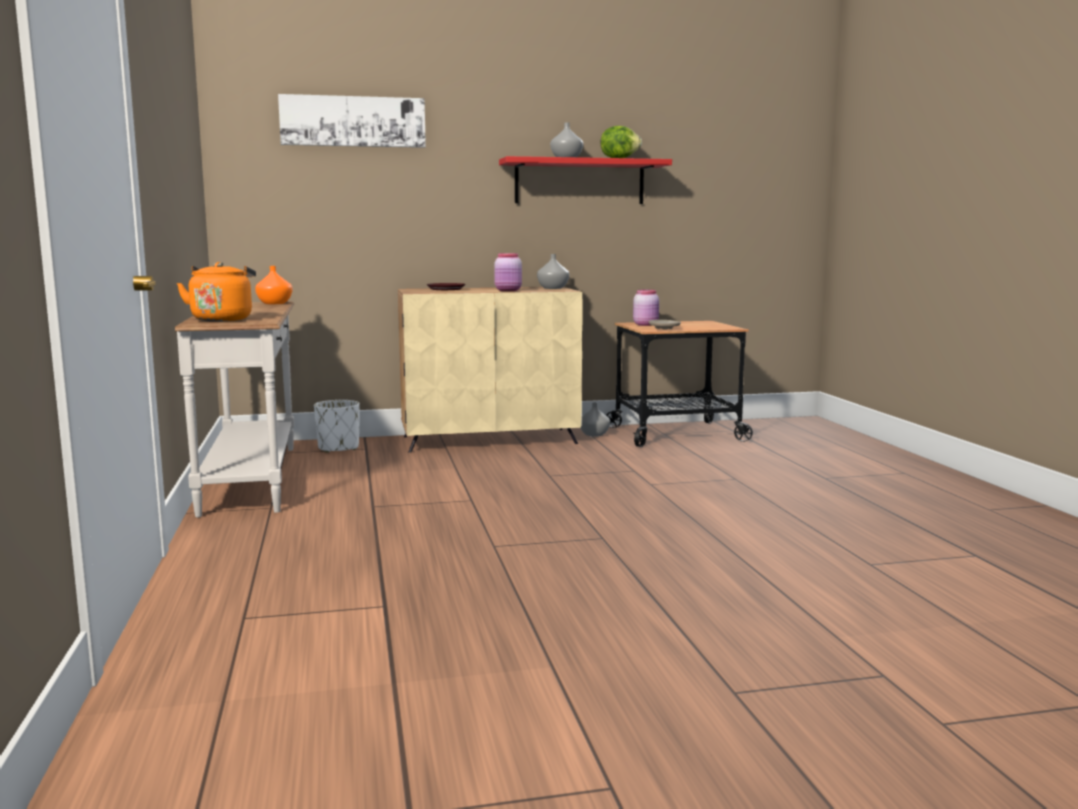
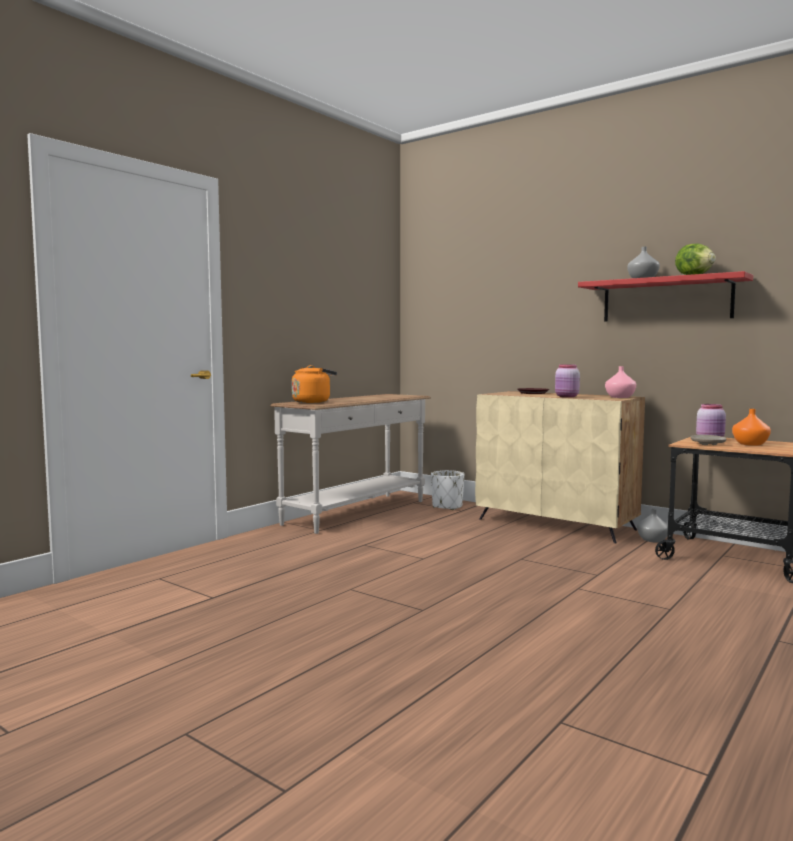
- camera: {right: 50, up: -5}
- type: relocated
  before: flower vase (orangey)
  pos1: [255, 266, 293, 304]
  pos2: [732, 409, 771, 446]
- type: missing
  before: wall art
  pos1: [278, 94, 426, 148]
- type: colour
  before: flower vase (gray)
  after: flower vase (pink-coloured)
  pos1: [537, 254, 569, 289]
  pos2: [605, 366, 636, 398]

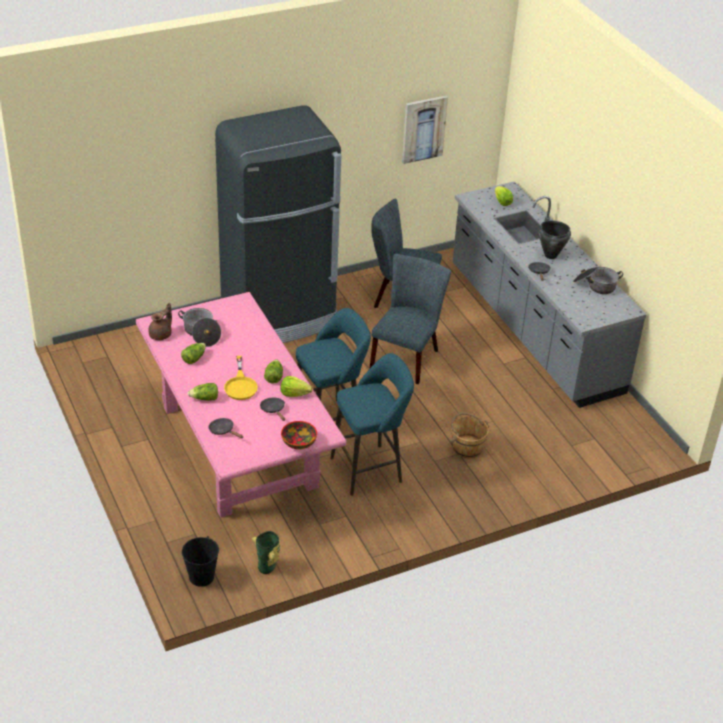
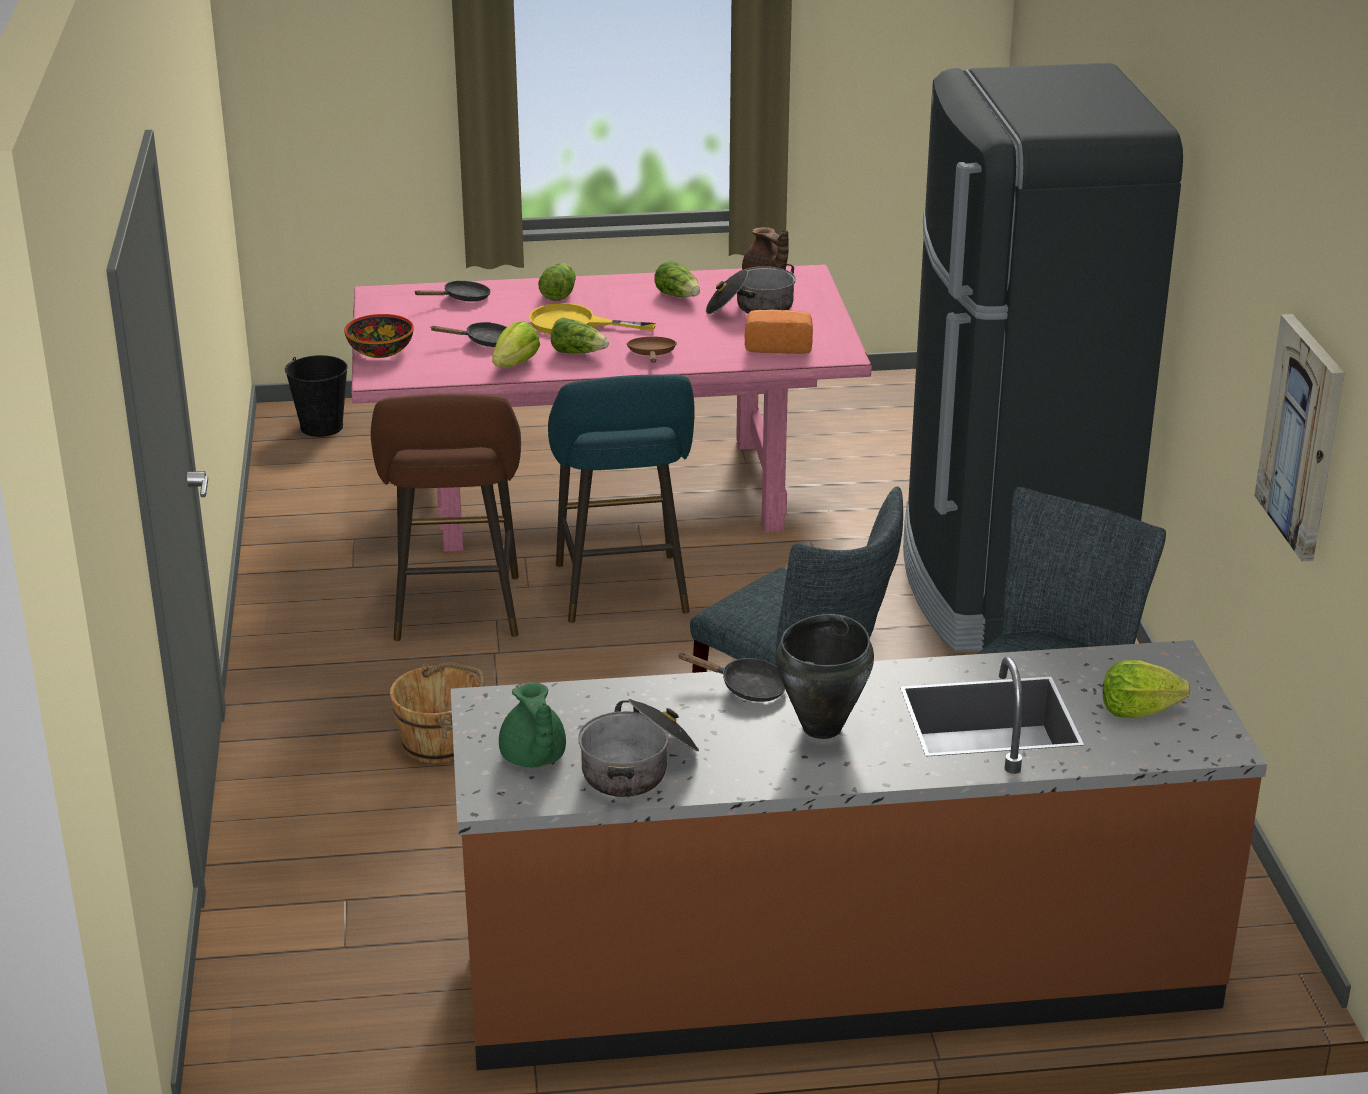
- camera: {right: 110, up: -10}
- type: missing
  before: flower vase
  pos1: [252, 531, 280, 574]
- type: colour
  before: sitting stool (turquoise-coloured)
  after: sitting stool (brown)
  pos1: [330, 353, 414, 496]
  pos2: [371, 394, 521, 641]
- type: colour
  before: counter (gray)
  after: counter (brown)
  pos1: [453, 181, 647, 408]
  pos2: [451, 640, 1267, 1070]
- type: appeared
  after: tea pot (green-coloured)
  pos2: [499, 682, 566, 767]
- type: appeared
  after: skillet (brown)
  pos2: [626, 337, 677, 363]
- type: appeared
  after: baked bread
  pos2: [745, 310, 813, 354]

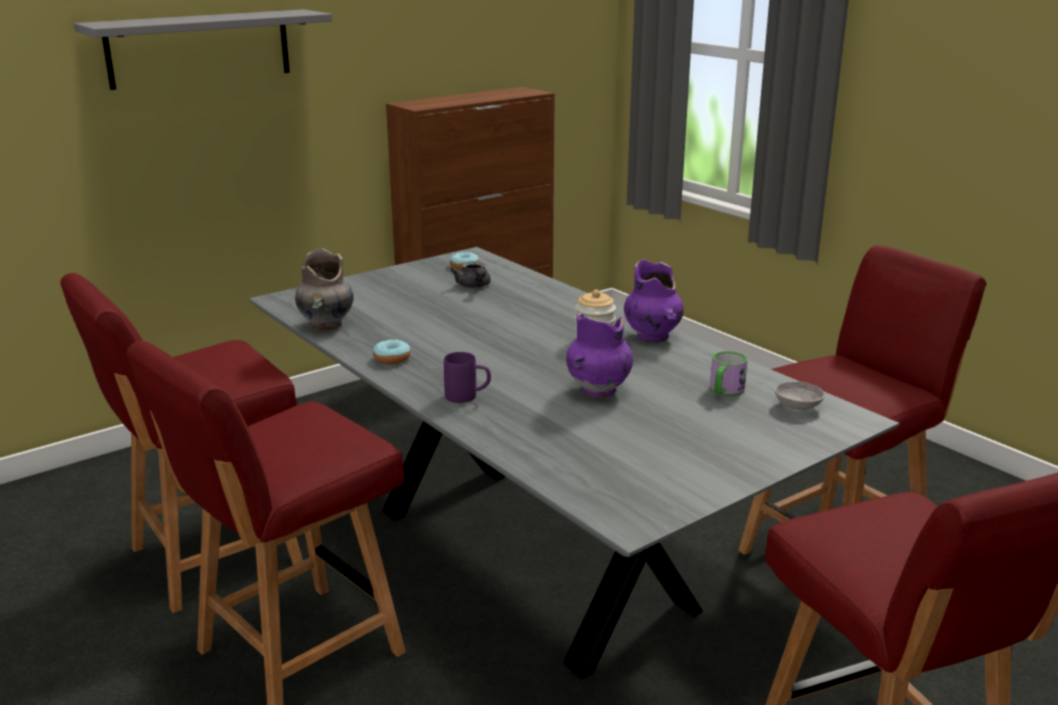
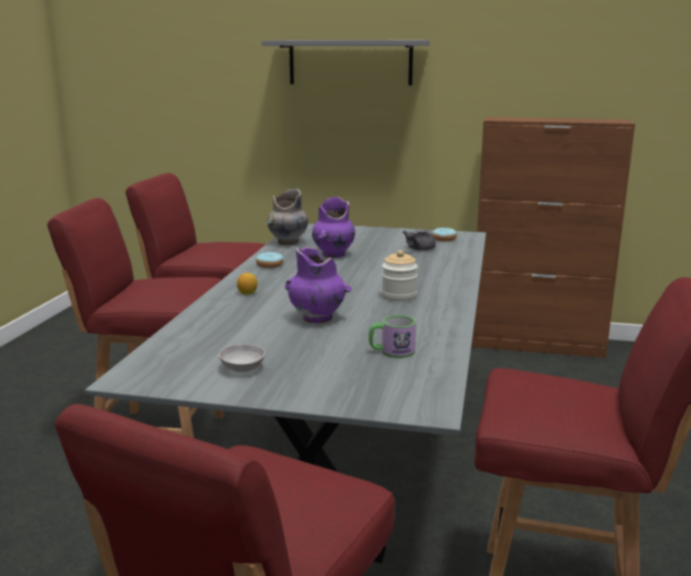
- camera: {right: 50, up: -5}
- type: exchanged
  before: mug (purple)
  after: whole lemon
  pos1: [444, 352, 491, 403]
  pos2: [237, 273, 257, 295]
- type: relocated
  before: flower vase (purple)
  pos1: [624, 259, 684, 343]
  pos2: [312, 197, 355, 258]
- type: relocated
  before: serving bowl (gray)
  pos1: [775, 382, 825, 410]
  pos2: [219, 344, 265, 372]

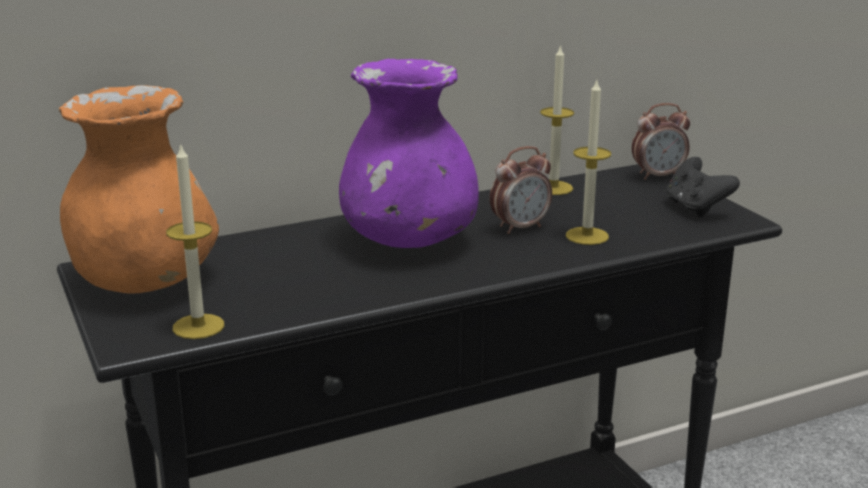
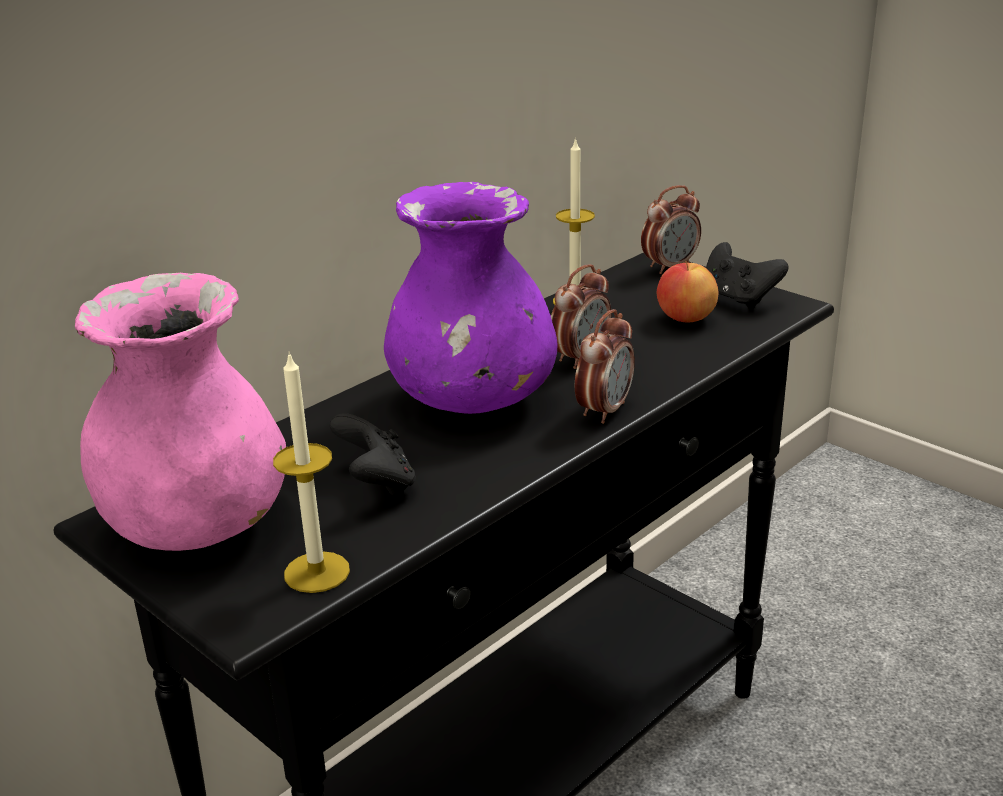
- camera: {right: -20, up: 5}
- type: colour
  before: flower vase (orangey)
  after: flower vase (pink-coloured)
  pos1: [59, 85, 219, 293]
  pos2: [75, 273, 286, 551]
- type: missing
  before: wax candle
  pos1: [566, 80, 611, 245]
- type: appeared
  after: gamepad (black-coloured)
  pos2: [330, 413, 416, 497]
- type: appeared
  after: alarm clock
  pos2: [575, 309, 635, 424]
- type: appeared
  after: whole apple
  pos2: [657, 260, 718, 323]

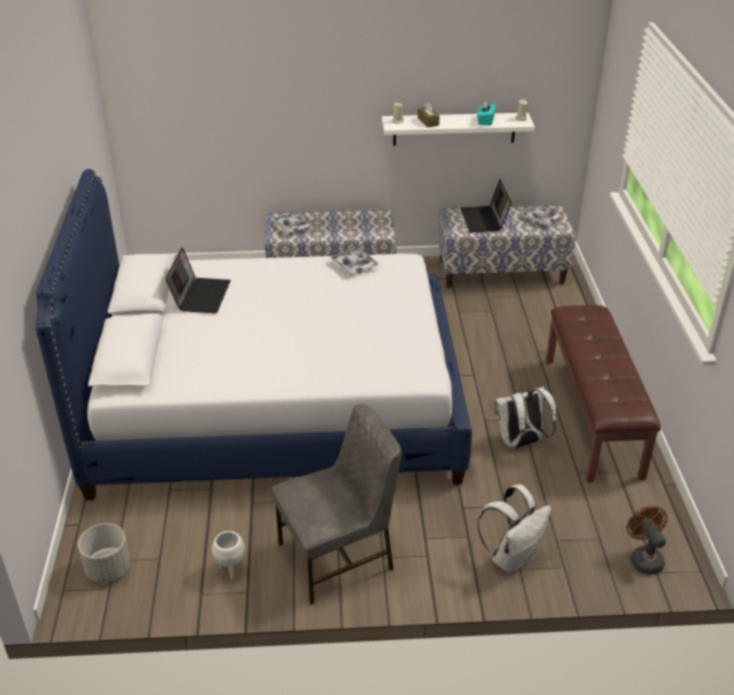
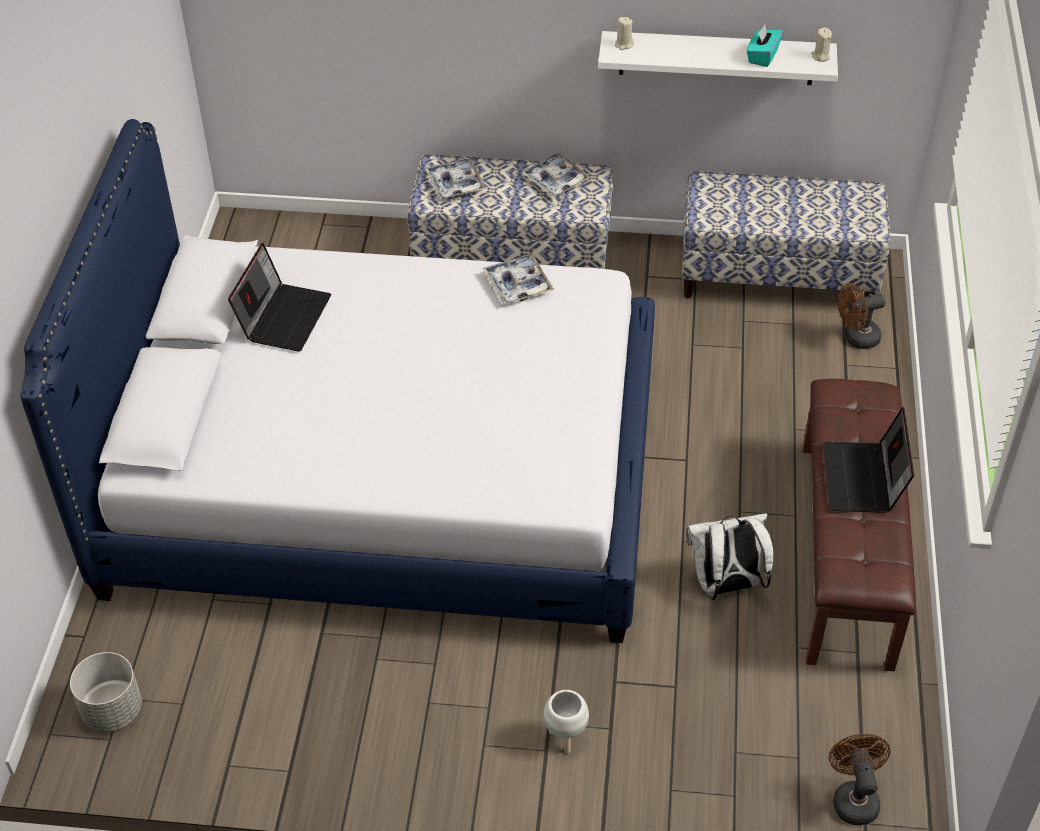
- camera: {right: 10, up: 10}
- type: relocated
  before: flower pot (whitish)
  pos1: [212, 531, 245, 580]
  pos2: [544, 690, 589, 754]
- type: missing
  before: upright chair (gray)
  pos1: [271, 404, 401, 605]
- type: missing
  before: tissue box (brown)
  pos1: [418, 102, 440, 128]
- type: relocated
  before: portable computer
  pos1: [460, 179, 511, 232]
  pos2: [823, 407, 914, 513]
- type: missing
  before: rucksack (whitish)
  pos1: [477, 484, 551, 573]
- type: relocated
  before: tray
  pos1: [521, 203, 565, 226]
  pos2: [521, 153, 591, 197]
- type: appeared
  after: fan (brown)
  pos2: [838, 283, 886, 349]

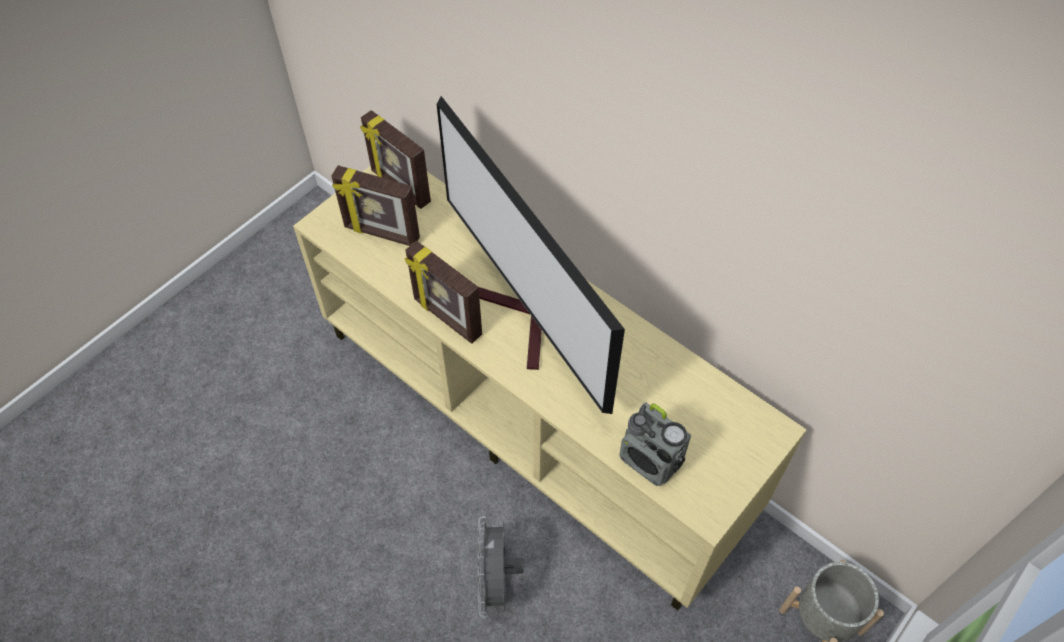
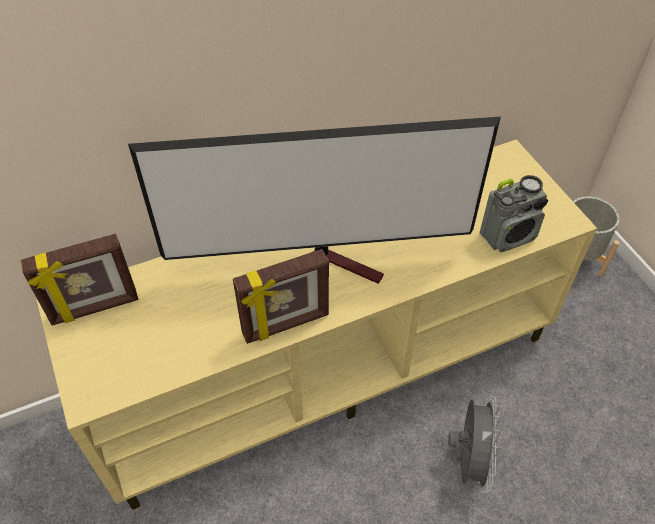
- camera: {right: -65, up: -5}
- type: missing
  before: picture frame
  pos1: [331, 165, 420, 246]
- type: spun
  before: fan (gray)
  pos1: [477, 516, 524, 618]
  pos2: [448, 396, 500, 493]
  turn: -105

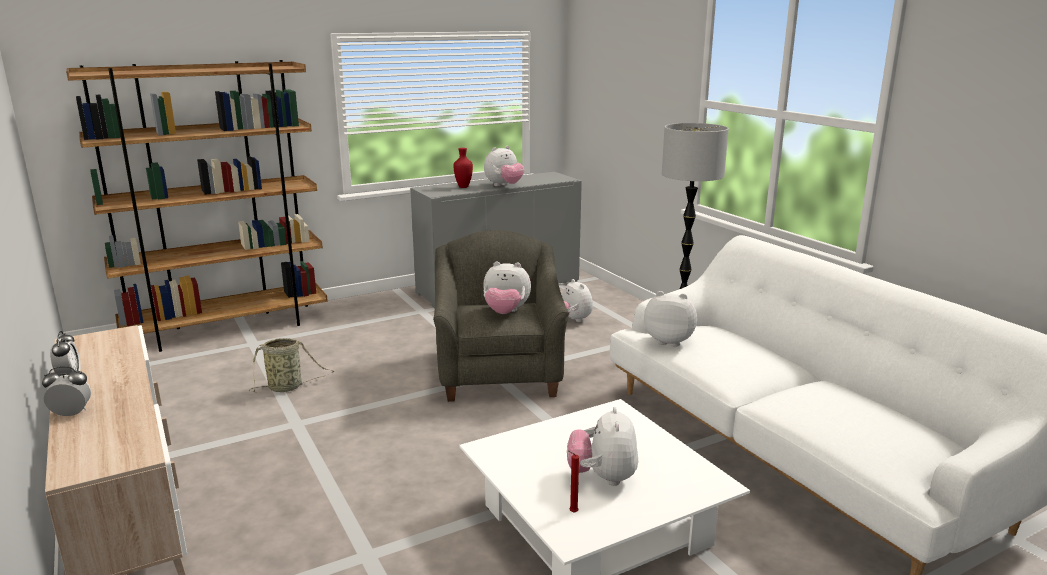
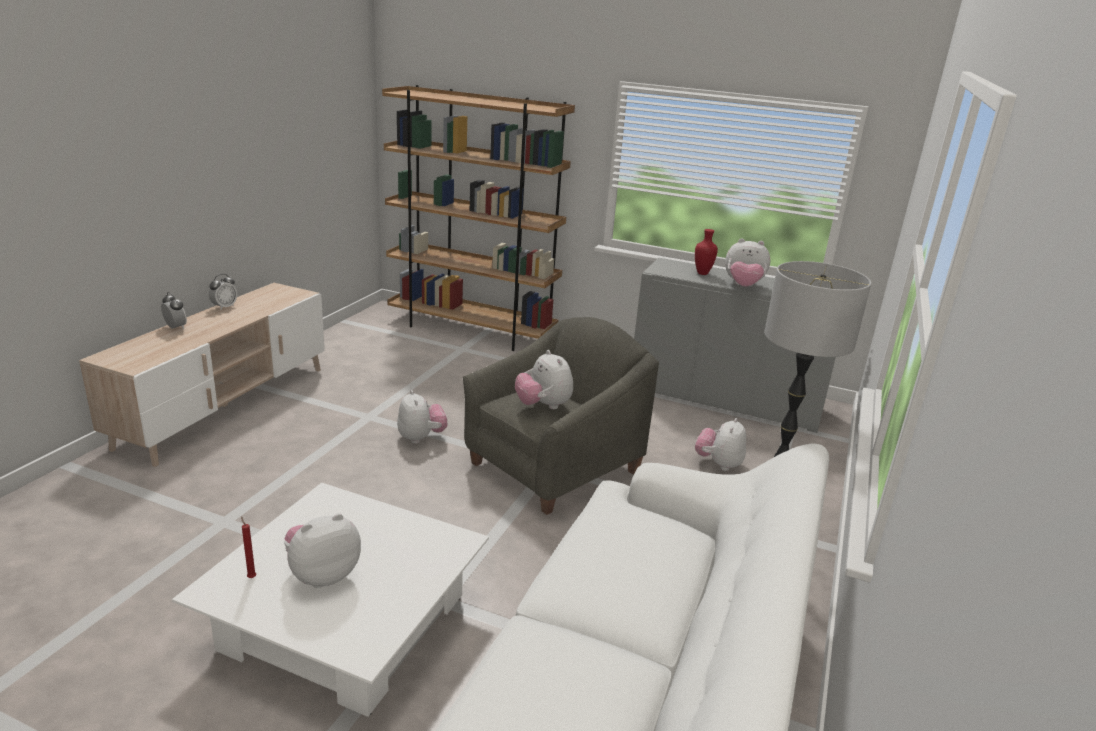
- camera: {right: 50, up: 5}
- type: missing
  before: household basket
  pos1: [249, 338, 335, 393]
- type: relocated
  before: plush toy
  pos1: [644, 291, 697, 347]
  pos2: [397, 390, 448, 444]

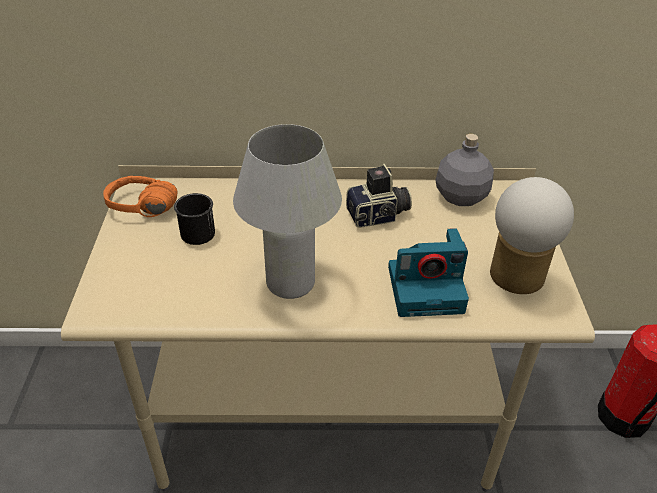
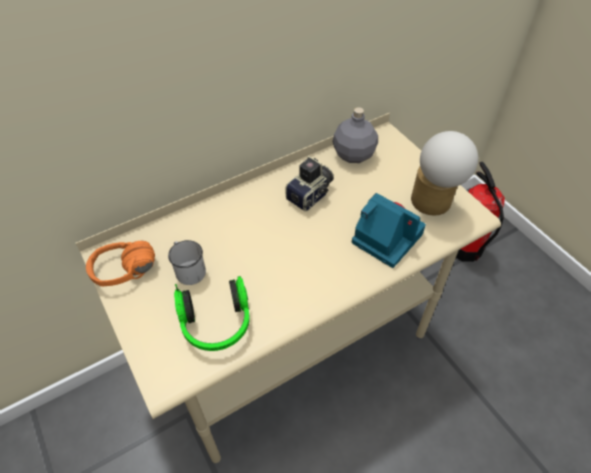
- camera: {right: -30, up: 10}
- type: colour
  before: mug (black-coloured)
  after: mug (whitish)
  pos1: [174, 193, 215, 245]
  pos2: [168, 240, 206, 285]
- type: missing
  before: tabletop lamp (whitish)
  pos1: [233, 124, 342, 299]
- type: spun
  before: photo camera
  pos1: [388, 228, 469, 317]
  pos2: [352, 193, 426, 268]
  turn: -105
- type: appeared
  after: headset
  pos2: [174, 276, 250, 351]

